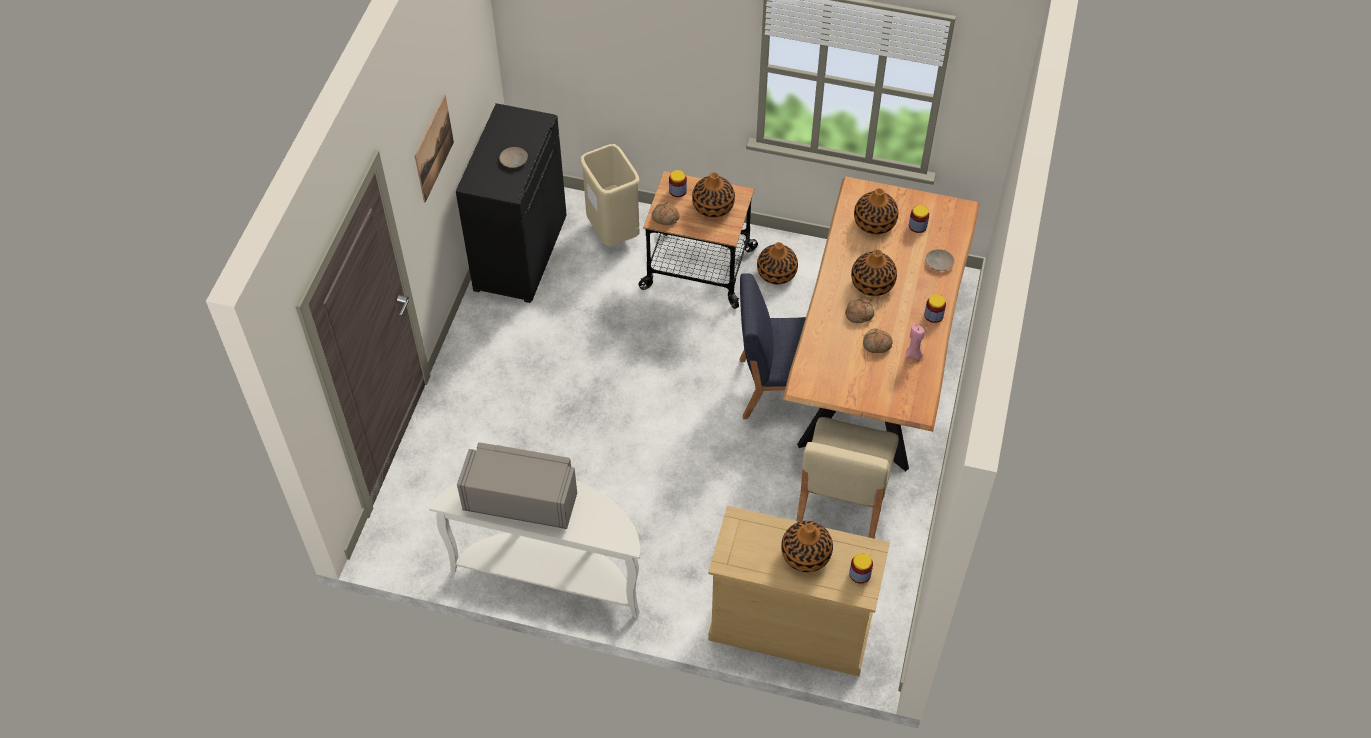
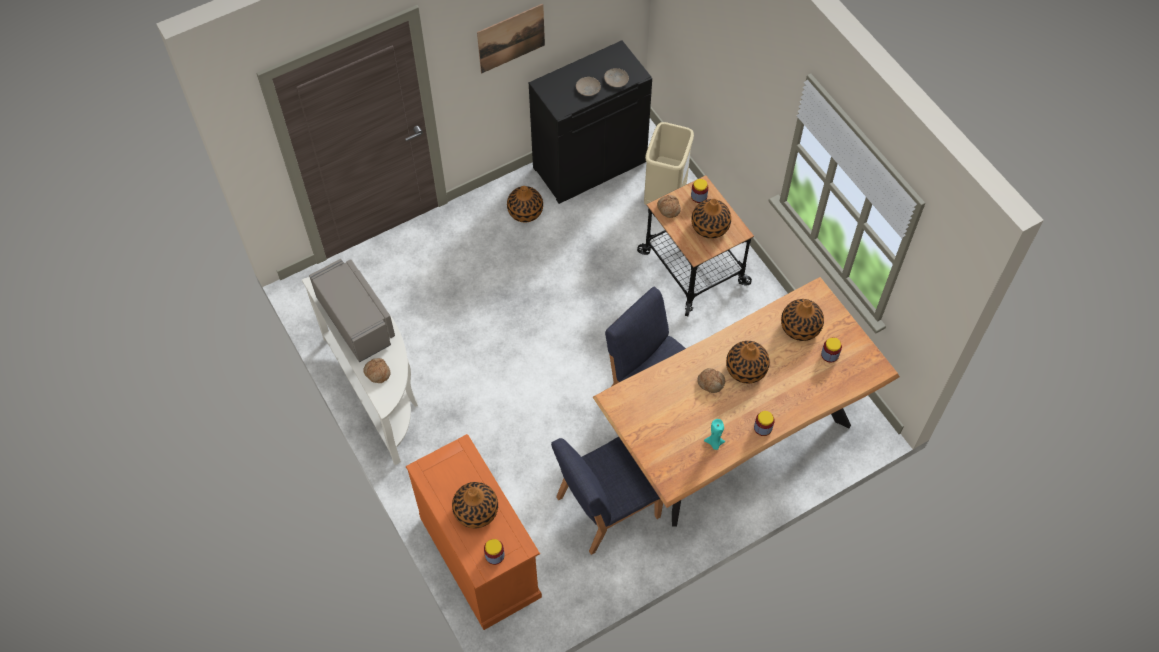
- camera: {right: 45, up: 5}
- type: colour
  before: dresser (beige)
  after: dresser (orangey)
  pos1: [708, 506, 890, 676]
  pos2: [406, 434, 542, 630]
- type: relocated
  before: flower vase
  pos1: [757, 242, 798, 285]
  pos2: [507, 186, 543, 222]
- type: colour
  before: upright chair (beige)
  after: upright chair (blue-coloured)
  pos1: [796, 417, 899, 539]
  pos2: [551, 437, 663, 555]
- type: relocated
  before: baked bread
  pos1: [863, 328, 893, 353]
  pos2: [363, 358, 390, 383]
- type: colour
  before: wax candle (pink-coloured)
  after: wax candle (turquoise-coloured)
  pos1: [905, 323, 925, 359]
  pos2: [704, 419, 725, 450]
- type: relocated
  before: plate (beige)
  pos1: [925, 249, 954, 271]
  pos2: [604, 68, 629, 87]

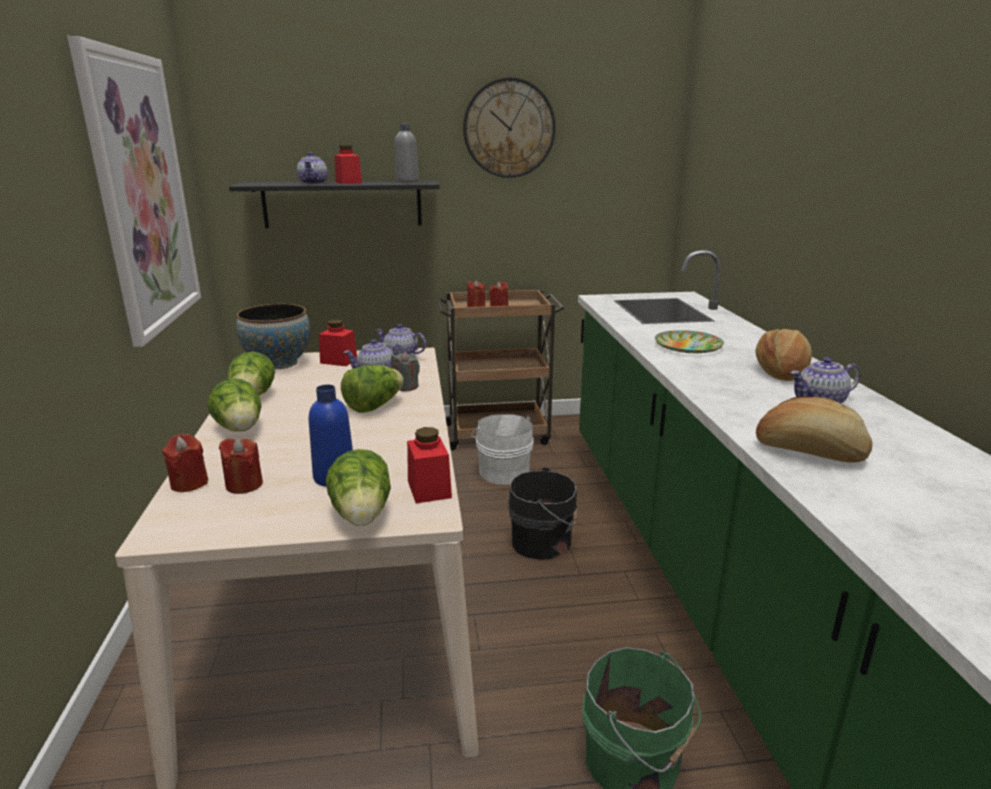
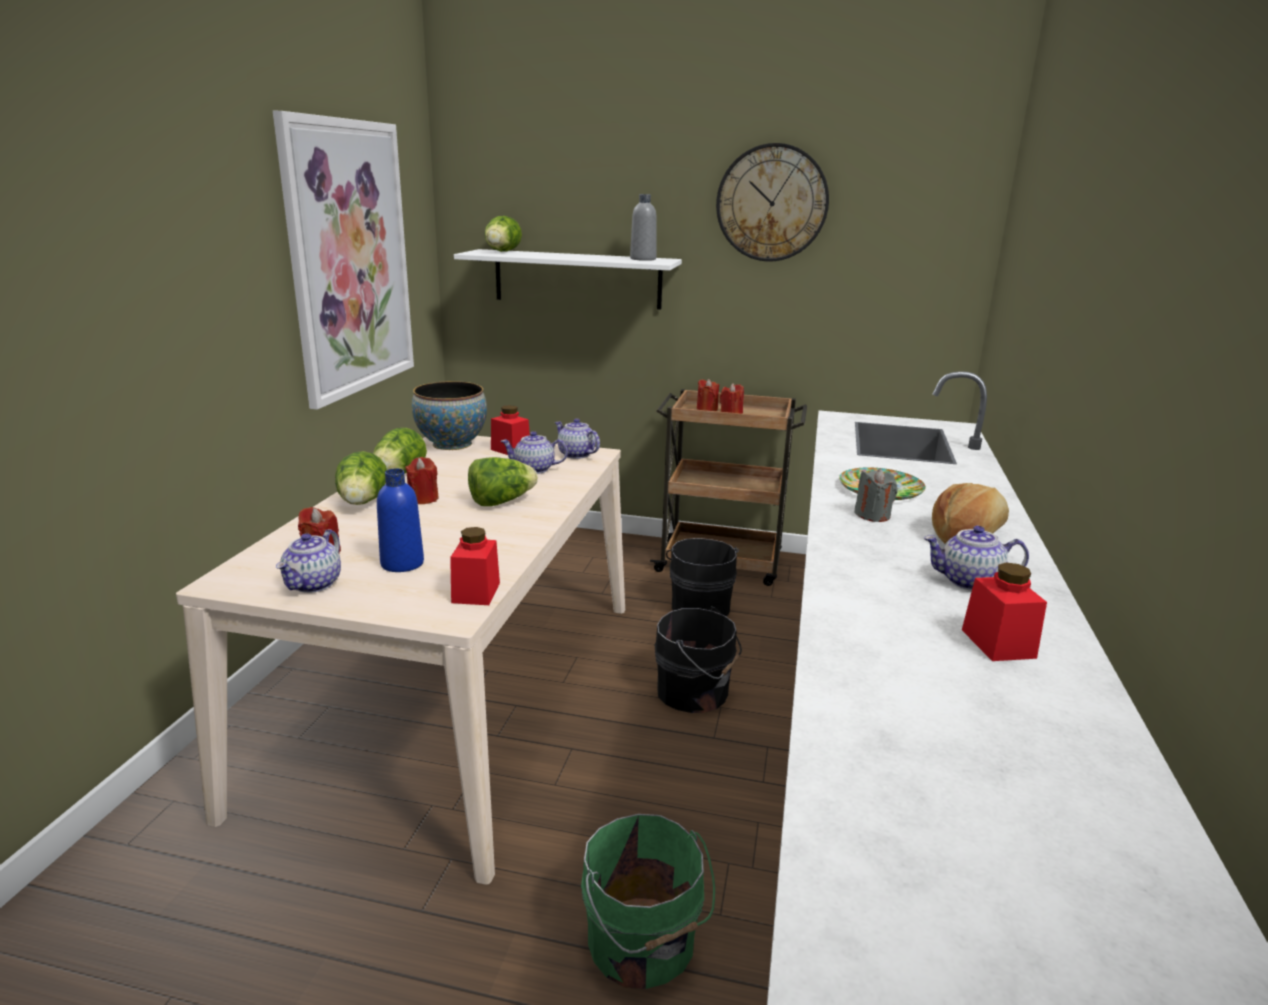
- camera: {right: 20, up: 0}
- type: relocated
  before: wax candle (reddish)
  pos1: [162, 434, 208, 492]
  pos2: [405, 457, 439, 504]
- type: colour
  before: wall shelf (black-coloured)
  after: wall shelf (whitish)
  pos1: [229, 180, 440, 228]
  pos2: [454, 249, 682, 310]
- type: relocated
  before: tea pot
  pos1: [297, 152, 328, 184]
  pos2: [276, 529, 341, 593]
- type: relocated
  before: head of lettuce
  pos1: [326, 449, 391, 526]
  pos2: [484, 216, 522, 252]
- type: relocated
  before: storage jar (reddish)
  pos1: [334, 145, 362, 184]
  pos2: [962, 562, 1047, 661]
- type: relocated
  before: wax candle (gray)
  pos1: [391, 351, 420, 391]
  pos2: [854, 469, 897, 522]
- type: colour
  before: pail (whitish)
  after: pail (black-coloured)
  pos1: [471, 414, 533, 485]
  pos2: [666, 538, 739, 617]
- type: missing
  before: baked bread
  pos1: [756, 397, 873, 463]

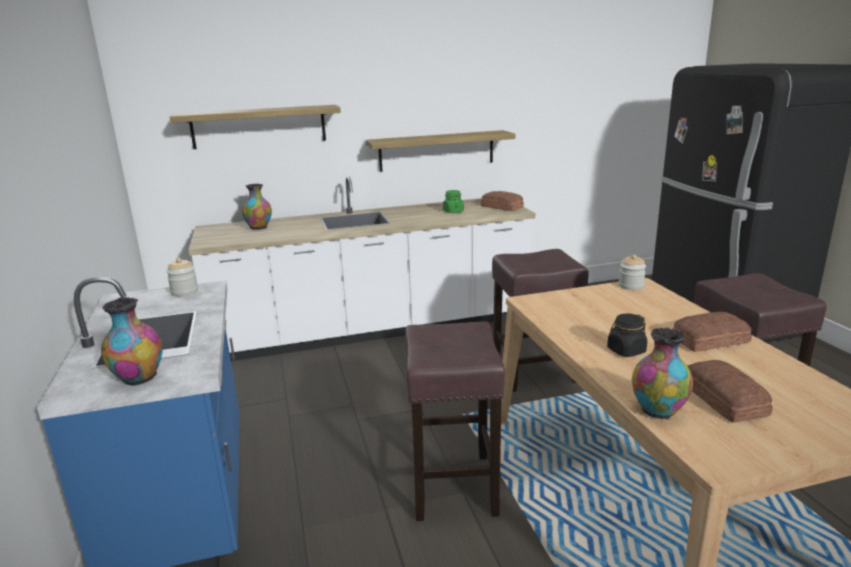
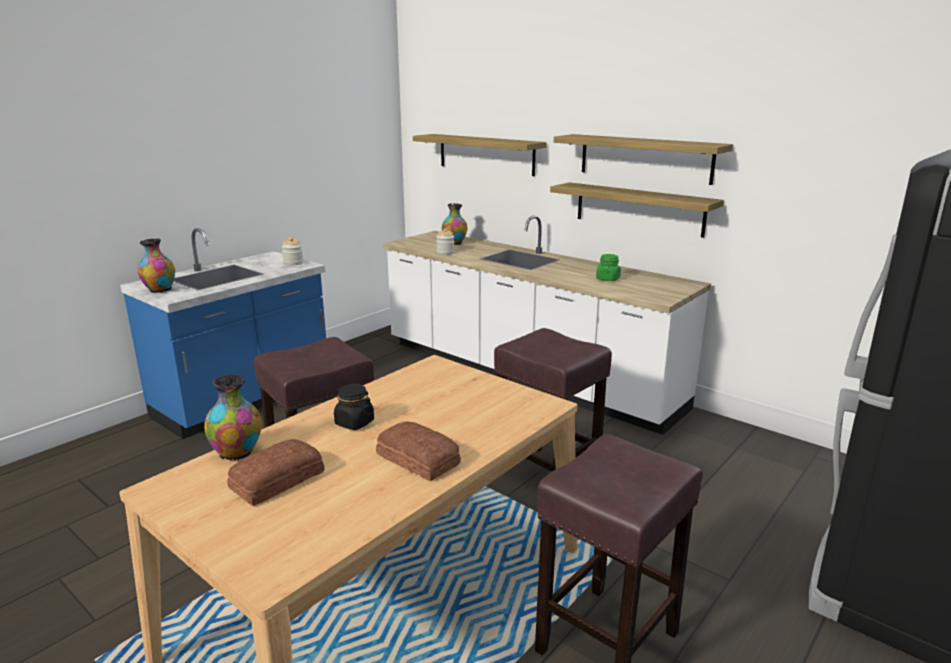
- camera: {right: 55, up: 0}
- type: missing
  before: baked bread
  pos1: [481, 191, 524, 211]
- type: relocated
  before: storage jar
  pos1: [619, 255, 646, 290]
  pos2: [436, 229, 454, 255]
- type: appeared
  after: wall shelf
  pos2: [554, 134, 733, 185]

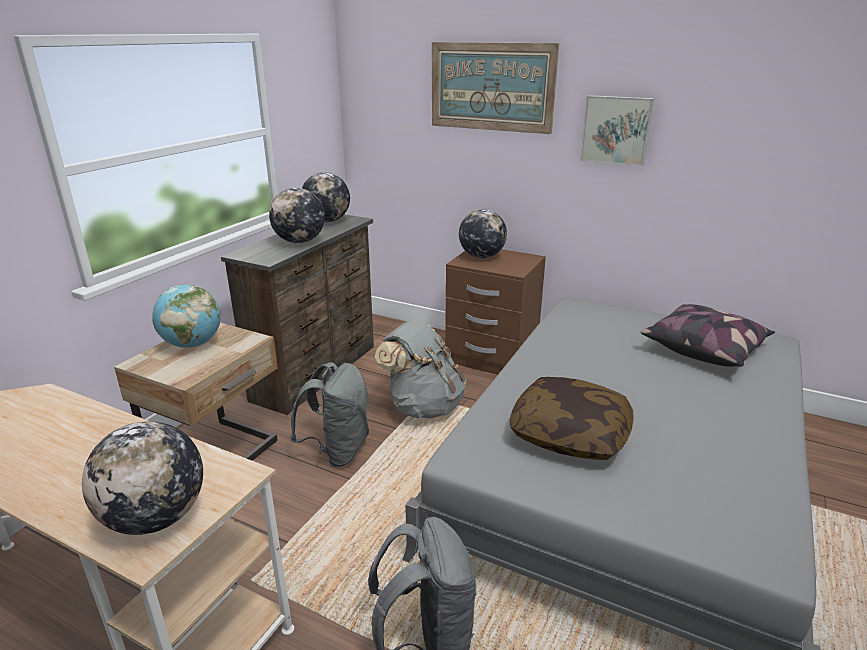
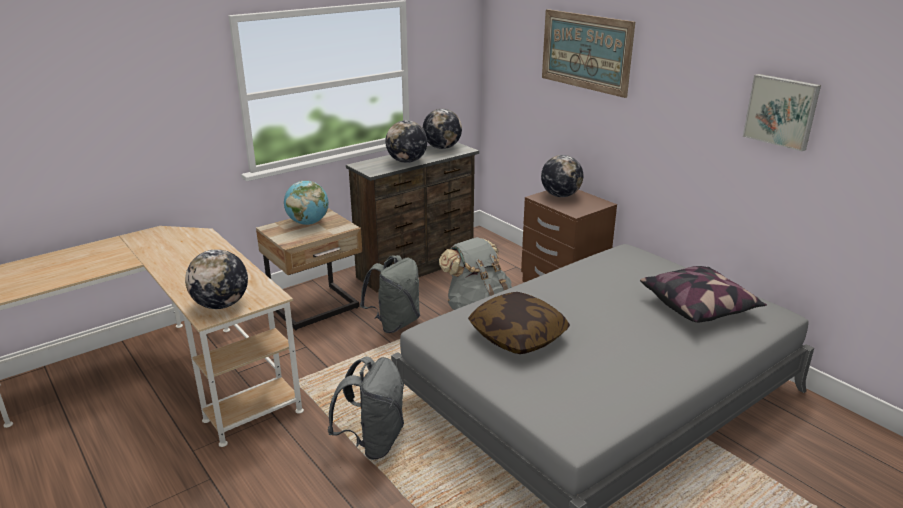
- camera: {right: 25, up: 0}
- type: relocated
  before: wall art
  pos1: [580, 95, 654, 166]
  pos2: [743, 74, 821, 151]

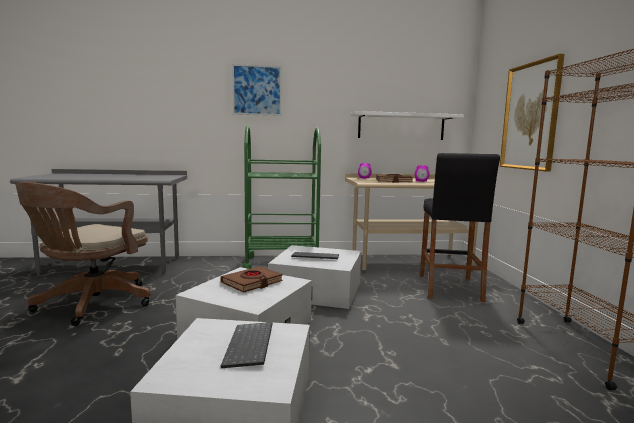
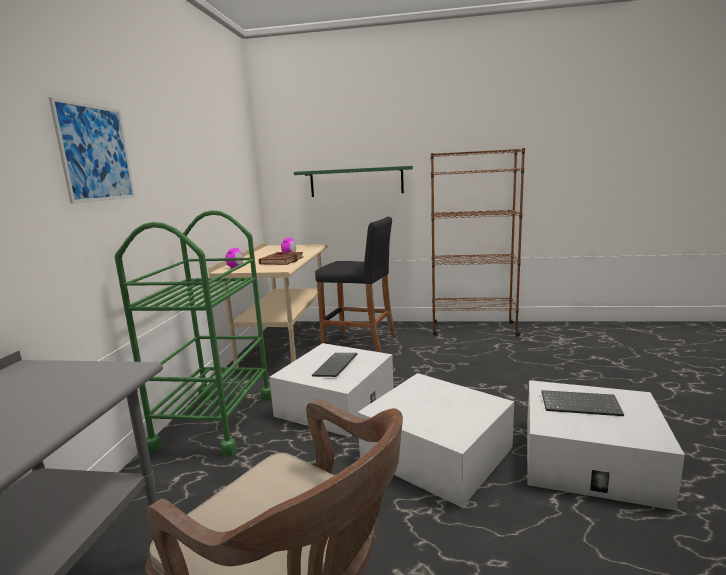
- camera: {right: -75, up: 5}
- type: missing
  before: bound book (brown)
  pos1: [221, 266, 283, 293]
- type: missing
  before: wall shelf (whitish)
  pos1: [350, 111, 464, 140]
- type: exchanged
  before: wall art
  after: wall shelf (green-coloured)
  pos1: [500, 54, 565, 172]
  pos2: [294, 166, 413, 197]

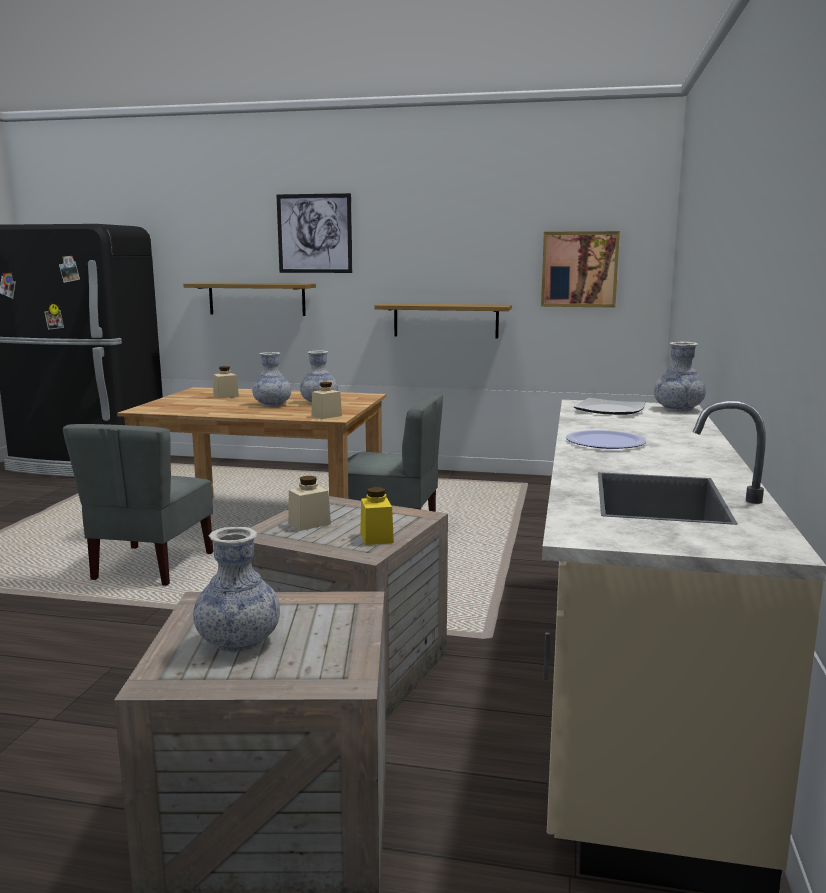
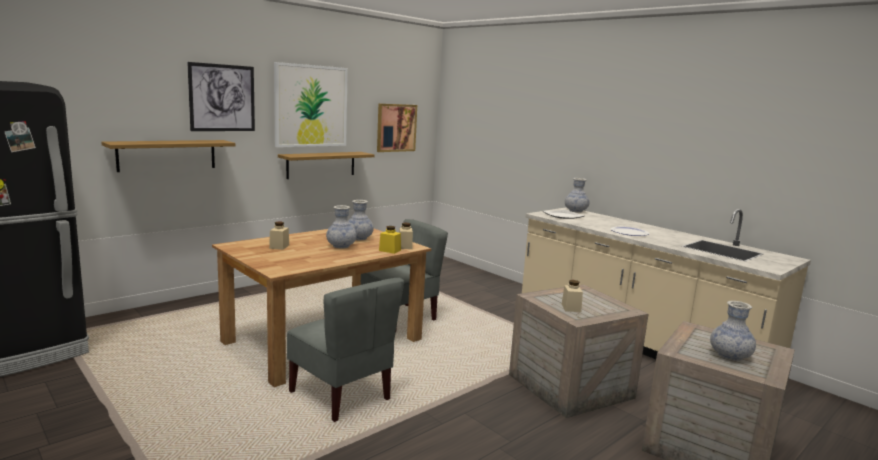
- camera: {right: -55, up: 0}
- type: relocated
  before: storage jar (yellow)
  pos1: [360, 487, 394, 545]
  pos2: [379, 226, 401, 254]
- type: appeared
  after: wall art
  pos2: [274, 62, 348, 147]

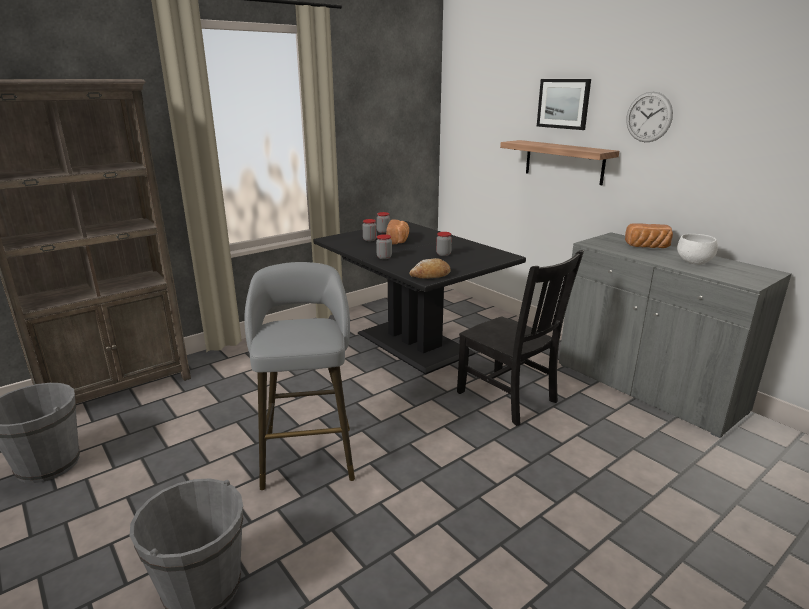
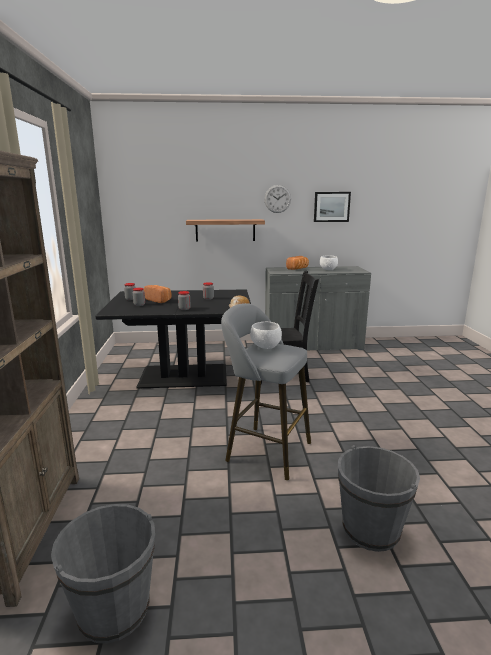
- camera: {right: -55, up: -5}
- type: relocated
  before: wall art
  pos1: [537, 79, 591, 130]
  pos2: [314, 192, 351, 222]
- type: appeared
  after: serving bowl (whitish)
  pos2: [250, 322, 282, 349]

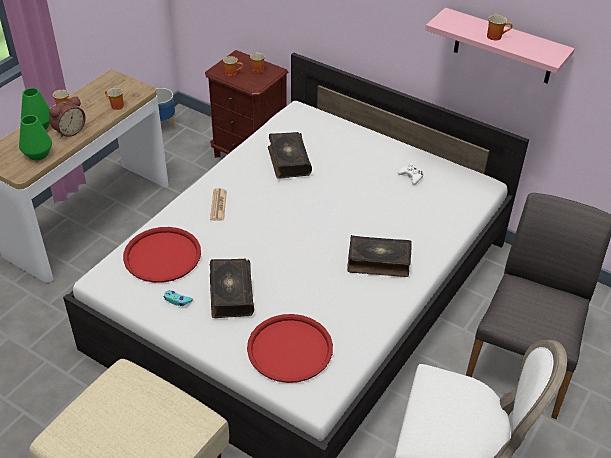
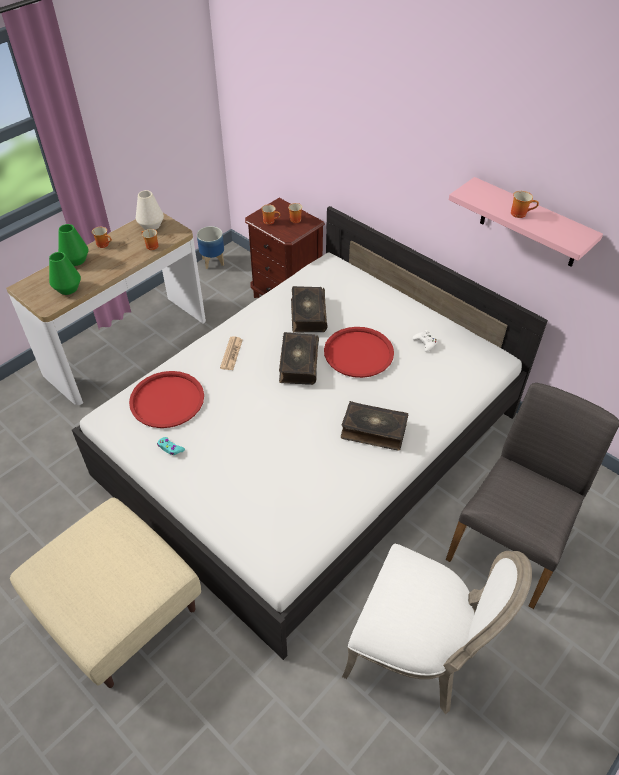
- camera: {right: 10, up: 5}
- type: missing
  before: alarm clock
  pos1: [49, 96, 86, 138]
- type: relocated
  before: bound book
  pos1: [210, 259, 254, 318]
  pos2: [279, 332, 319, 385]
- type: relocated
  before: tray (reddish)
  pos1: [247, 314, 333, 383]
  pos2: [324, 327, 394, 378]
- type: appeared
  after: flower vase (whitish)
  pos2: [136, 190, 164, 230]

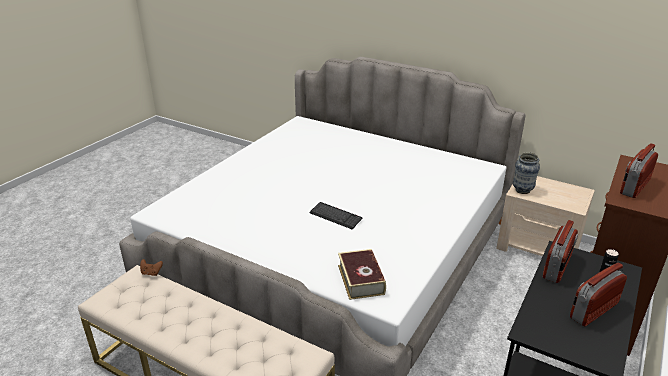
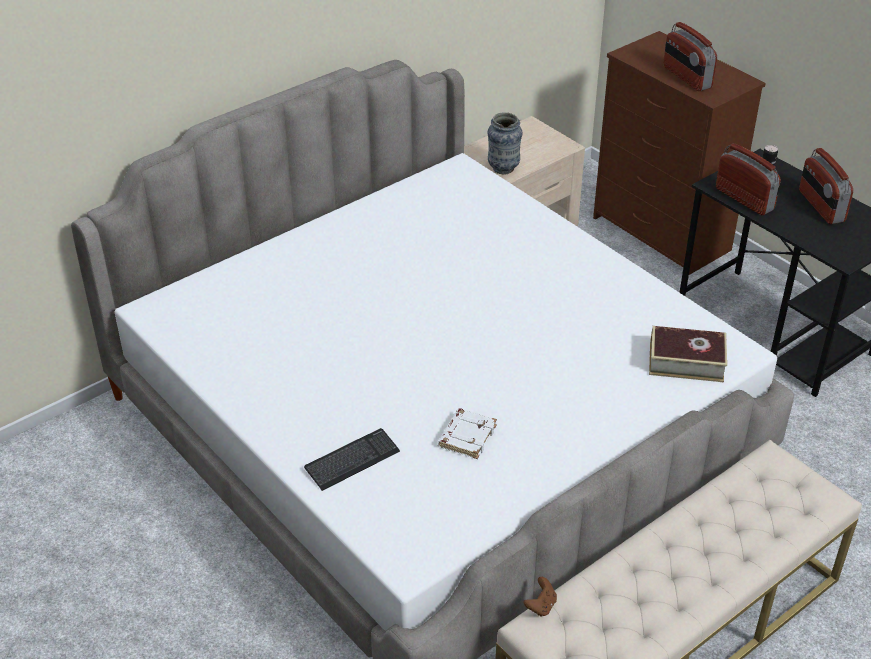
- camera: {right: -70, up: 10}
- type: relocated
  before: keyboard
  pos1: [309, 202, 362, 230]
  pos2: [304, 428, 400, 491]
- type: appeared
  after: bound book (whitish)
  pos2: [438, 408, 497, 459]

